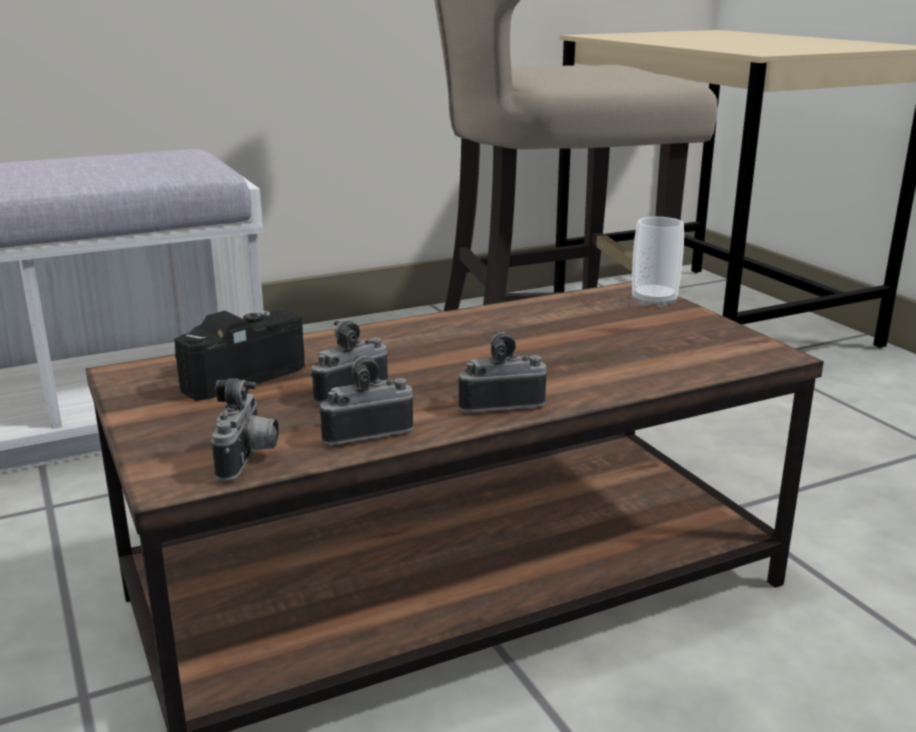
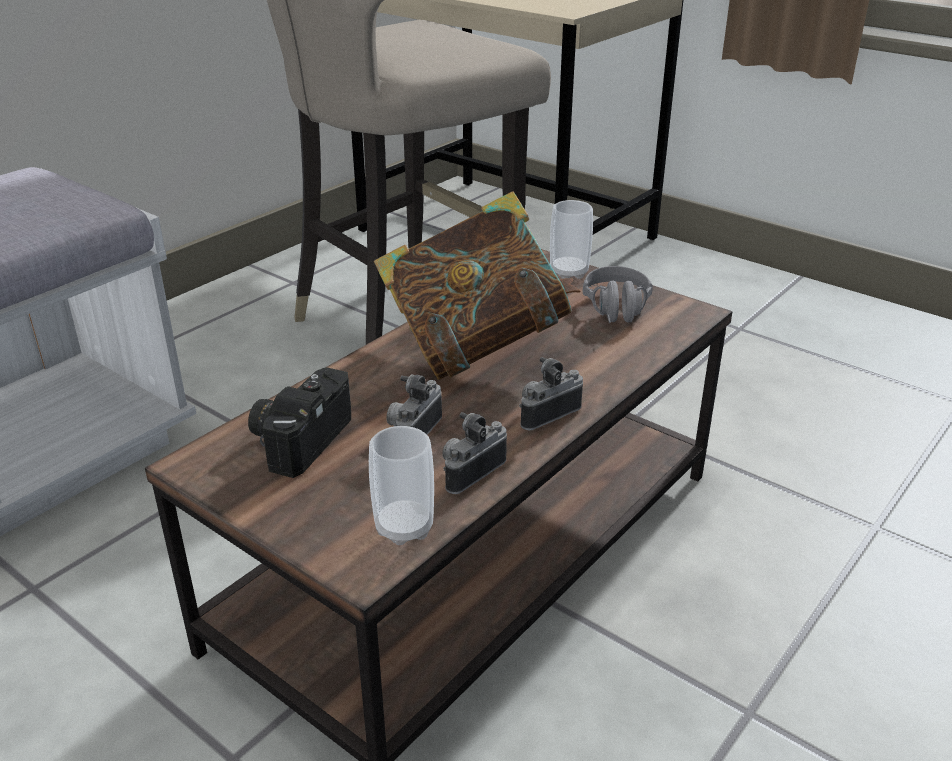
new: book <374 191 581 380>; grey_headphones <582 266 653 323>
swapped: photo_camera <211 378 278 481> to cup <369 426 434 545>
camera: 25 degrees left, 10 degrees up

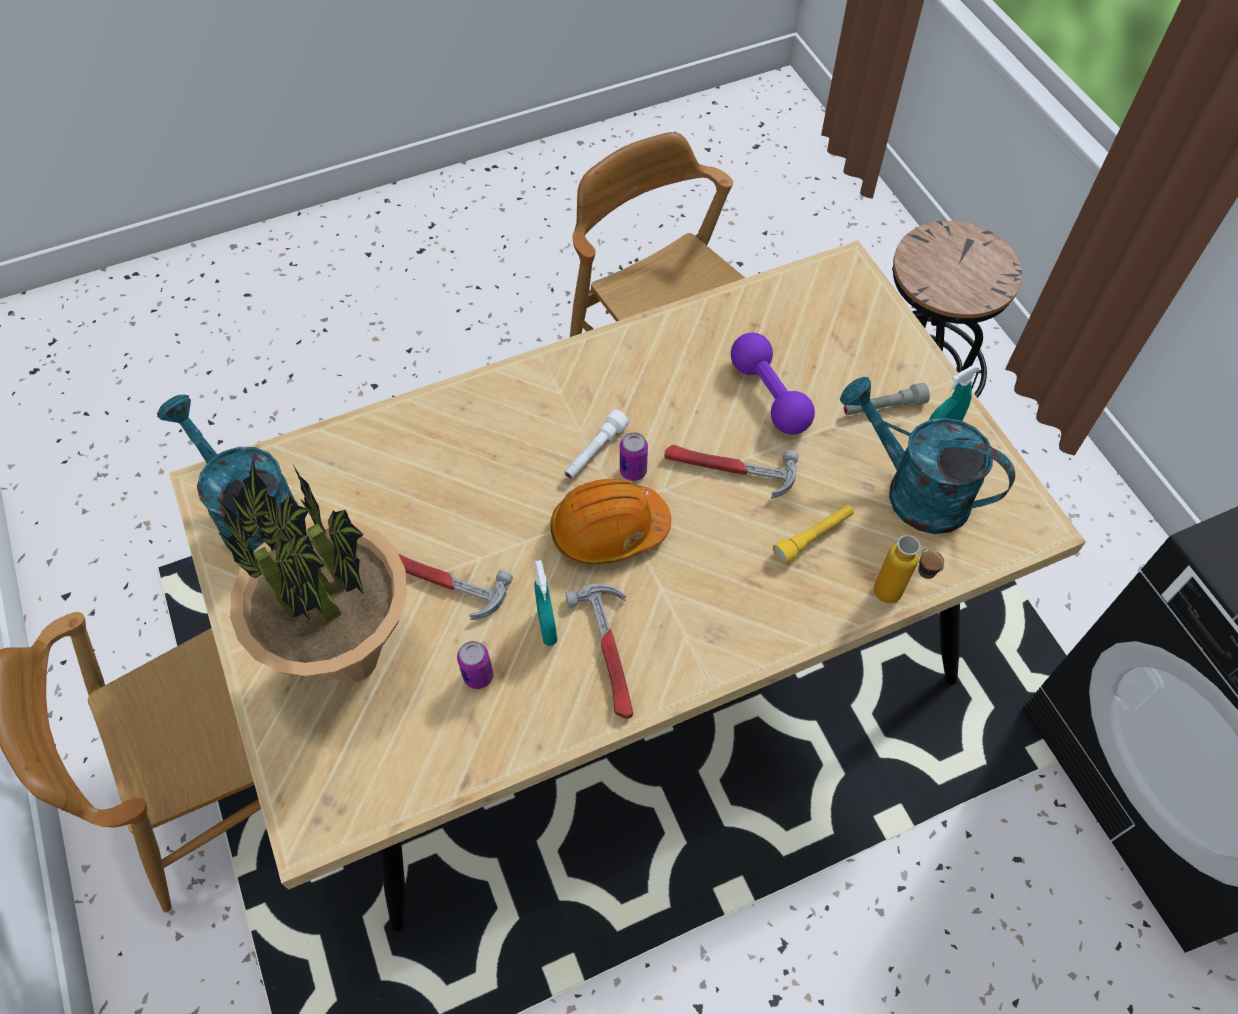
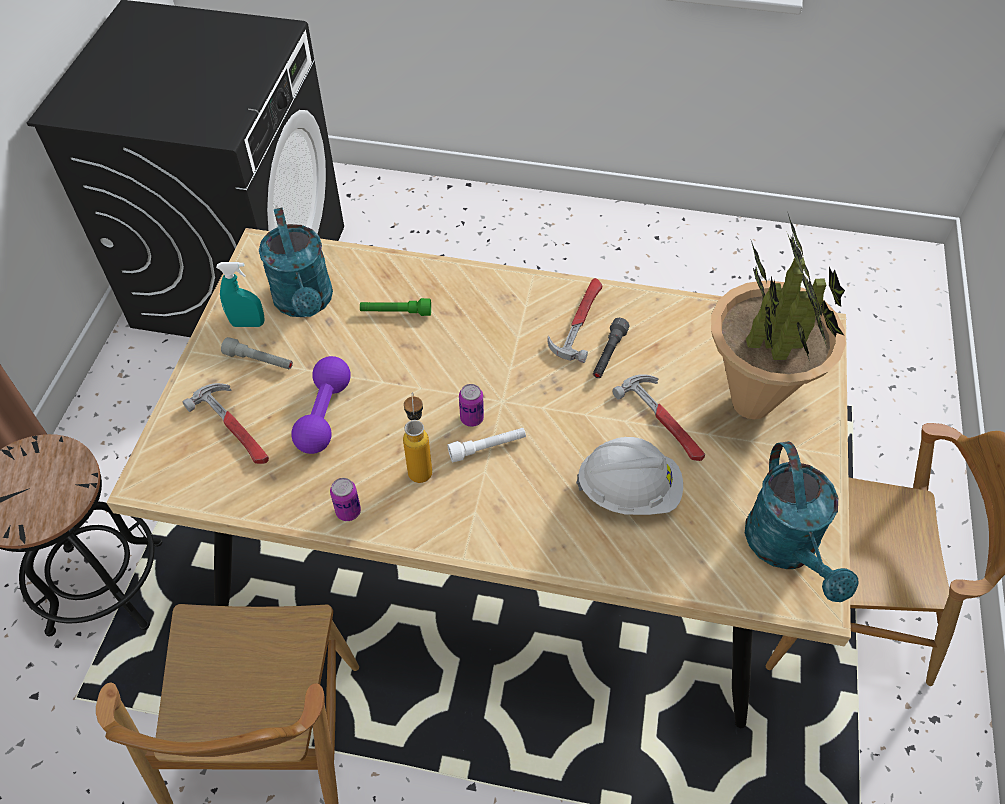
gone: orange_hard_hat <550 479 671 565>
new: white_hard_hat <576 437 683 515>
shifted: hammer <665 445 799 499> to <182 383 269 464>; bottle <874 535 944 603> to <403 392 432 483>; can <457 641 493 689> to <330 478 361 521>
swapped: turquoise_spray_bottle <534 560 558 646> to grey_flashlight <593 318 630 378>
repainted: yellow_flashlight <773 505 854 564> to green_flashlight <360 298 431 316>
camera: 145 degrees left, 5 degrees down

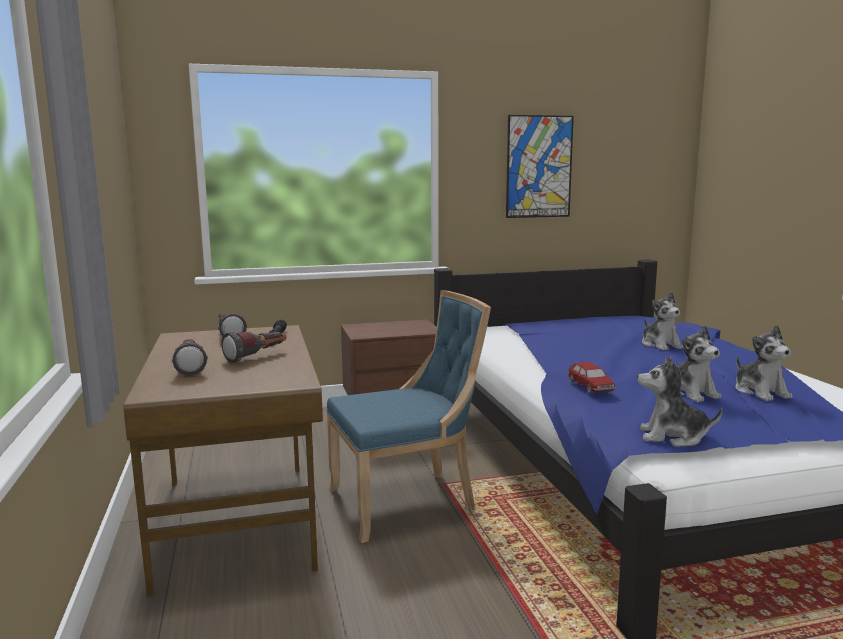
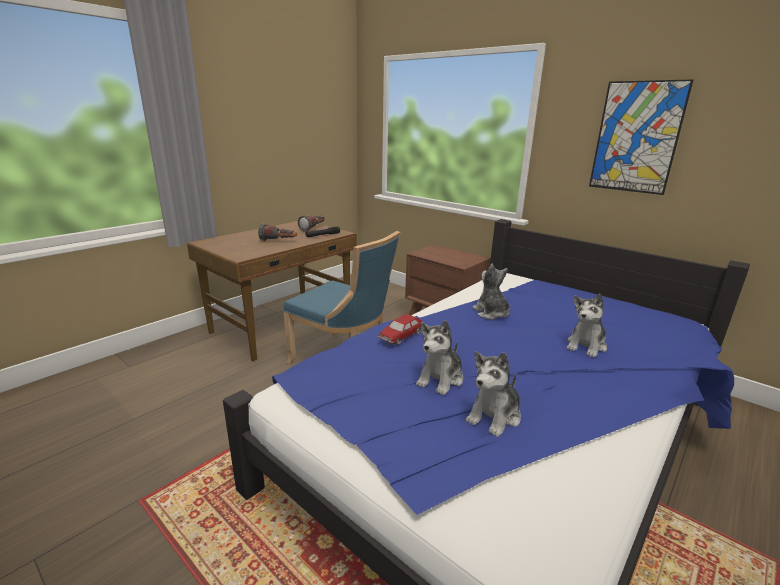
gone: flashlight <172 339 208 376>
shifted: plush_toy <637 356 723 447> to <473 264 510 320>
camera: 55 degrees right, 10 degrees up

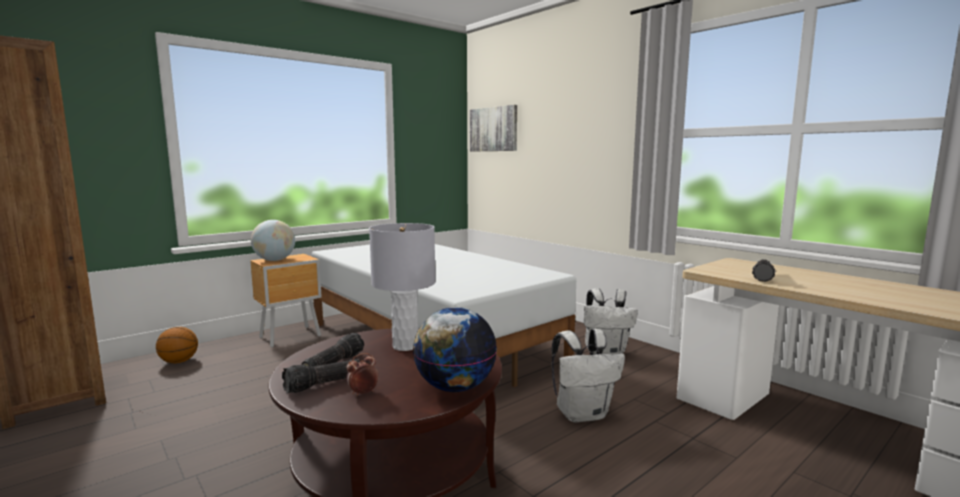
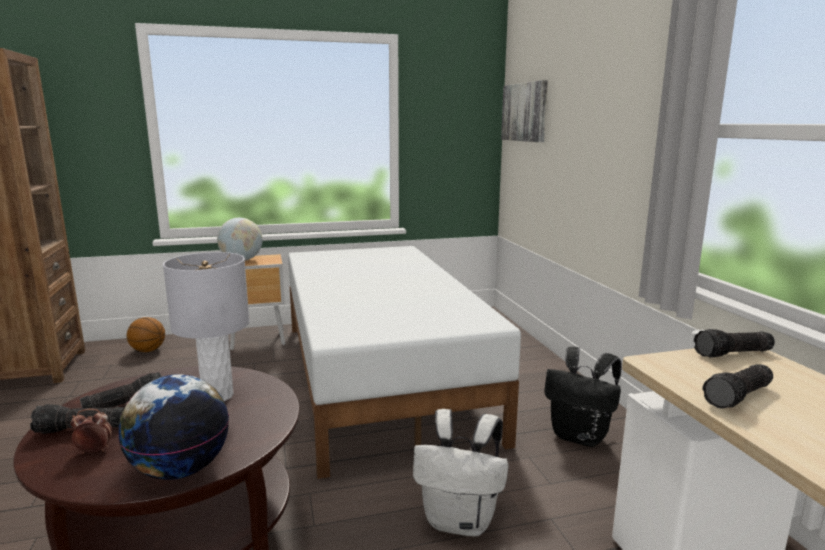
new: flashlight <694 329 775 358>
repainted: white_backpack <584 288 638 355> to black_backpack <544 347 622 447>
camera: 25 degrees right, 5 degrees up

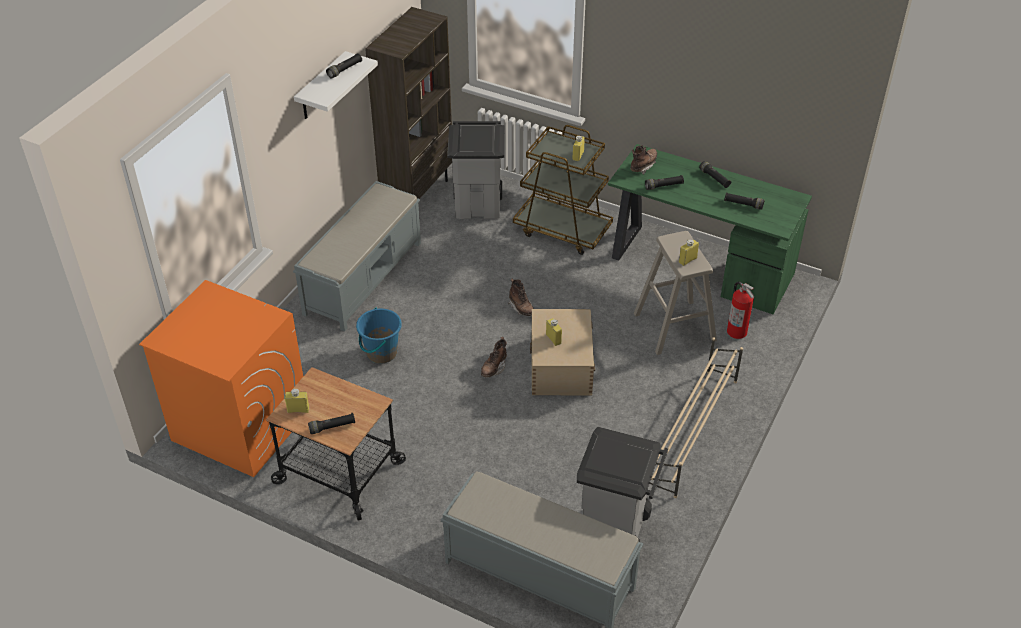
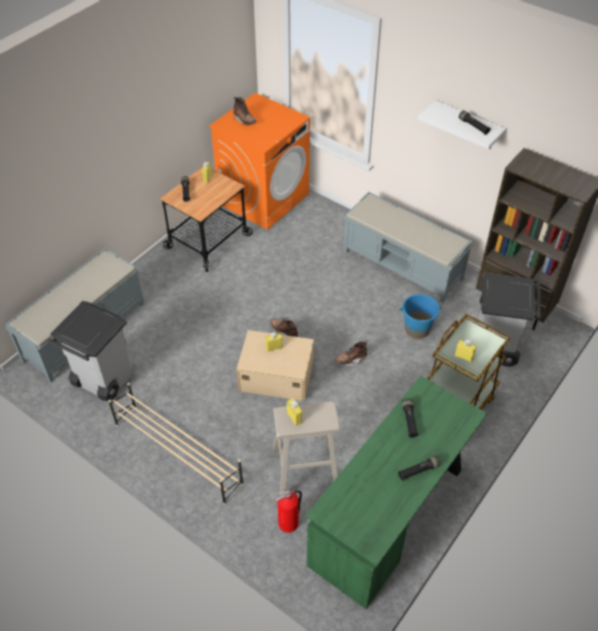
gone: black_flashlight <724 192 765 210>
shifted: brown_boot <630 145 657 174> to <234 97 256 125>; blue_bucket <356 308 402 364> to <399 294 442 339>
camera: 100 degrees right, 5 degrees up

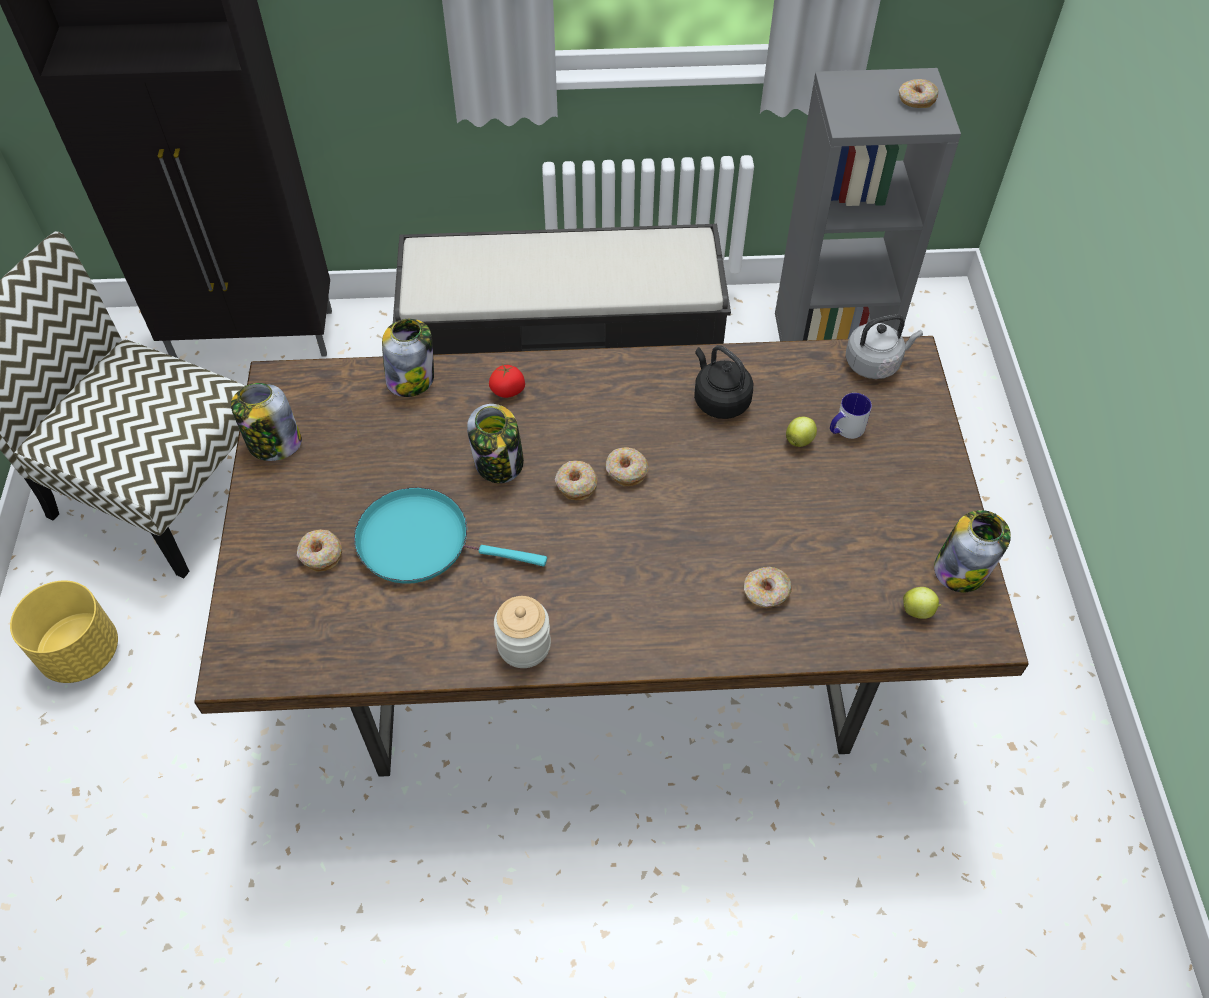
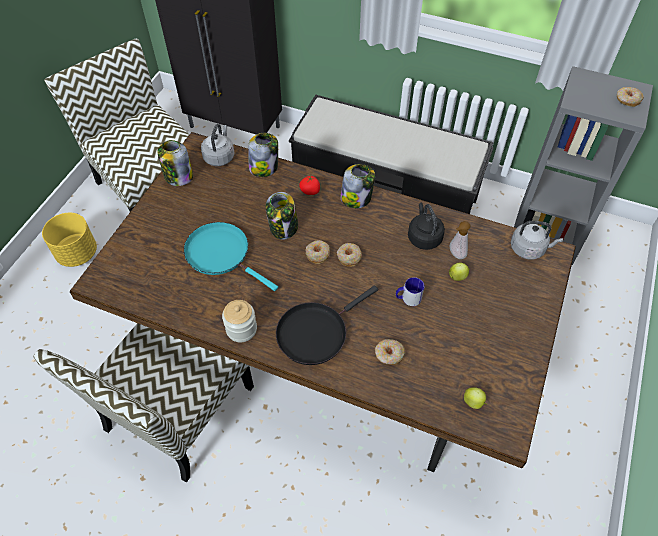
gone: donut <297 529 342 572>
new: grey_kettle <201 124 235 166>; soap_dispenser <450 221 471 259>; black_frying_pan <276 285 378 365>; chair <33 323 254 483>
shifted: mug <830 393 872 439> to <396 277 424 306>; jar <934 510 1011 592> to <340 164 375 208>
camera: 25 degrees right, 0 degrees up

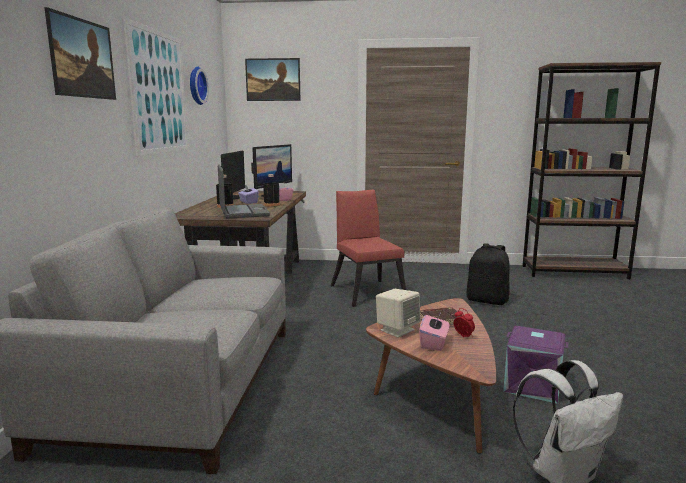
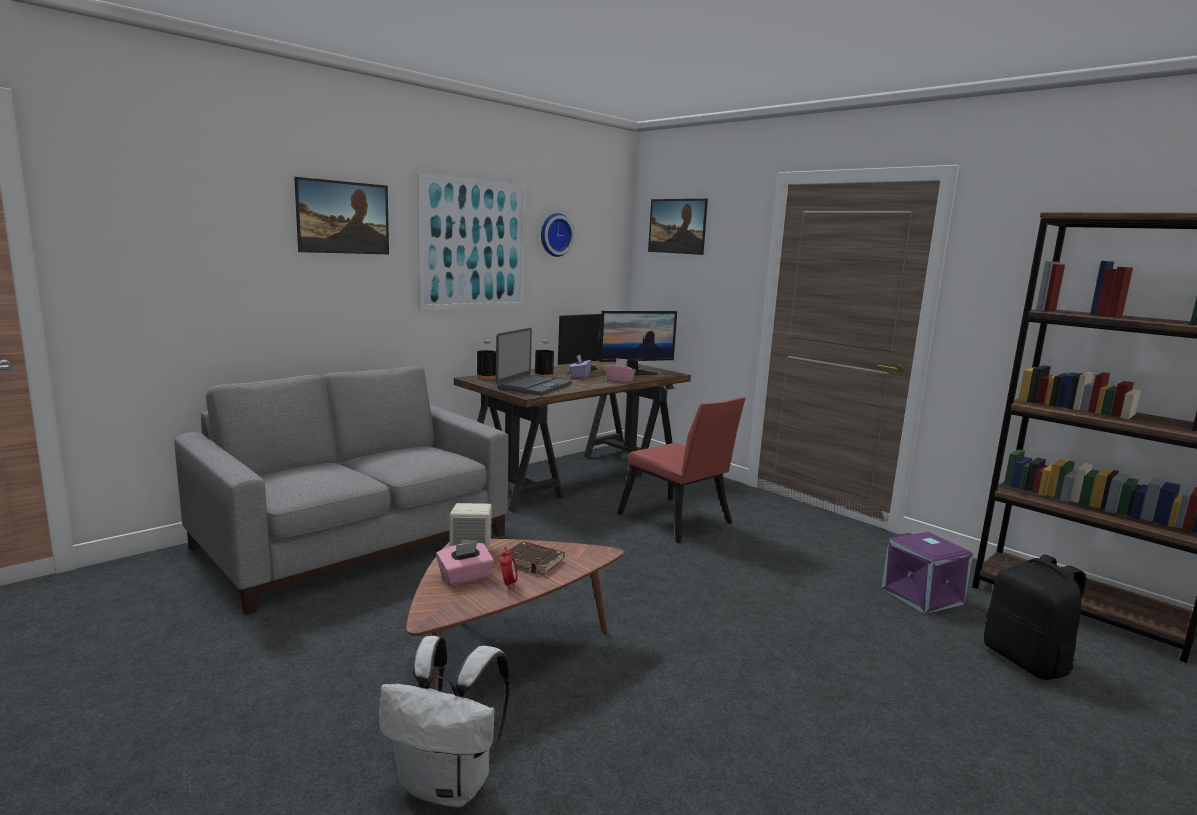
shifted: black_bottle <263 174 280 207> to <477 340 496 380>; black_backpack <467 243 510 305> to <984 555 1086 680>; purple_storage_box <503 326 569 404> to <881 532 973 614>
rotated: red_chair <330 189 406 307> = <617 397 746 543> 120 degrees clockwise
camera: 40 degrees right, 0 degrees up

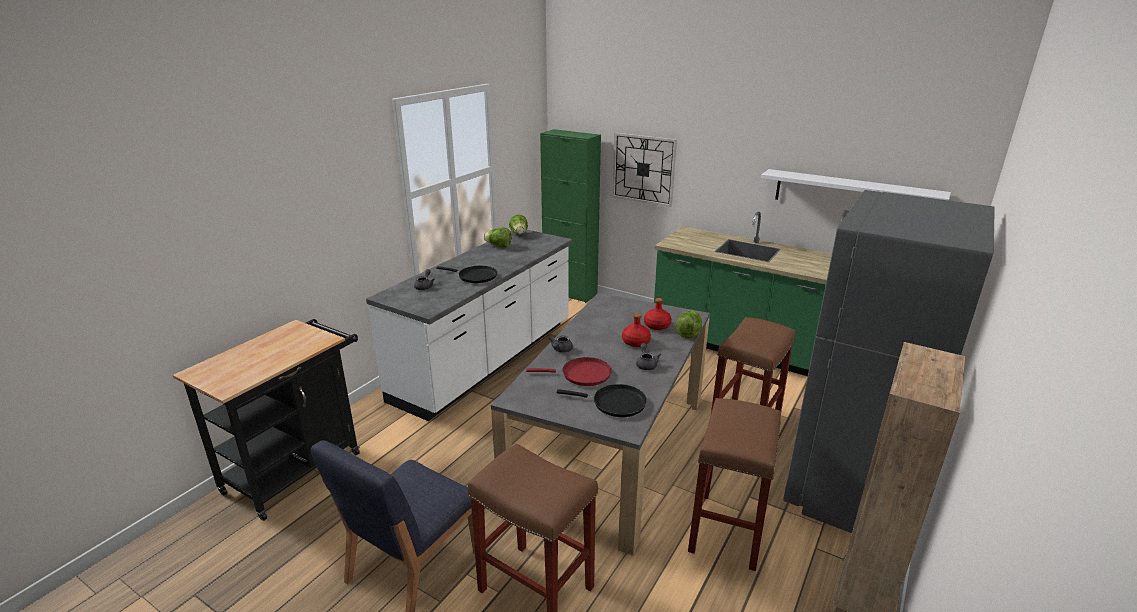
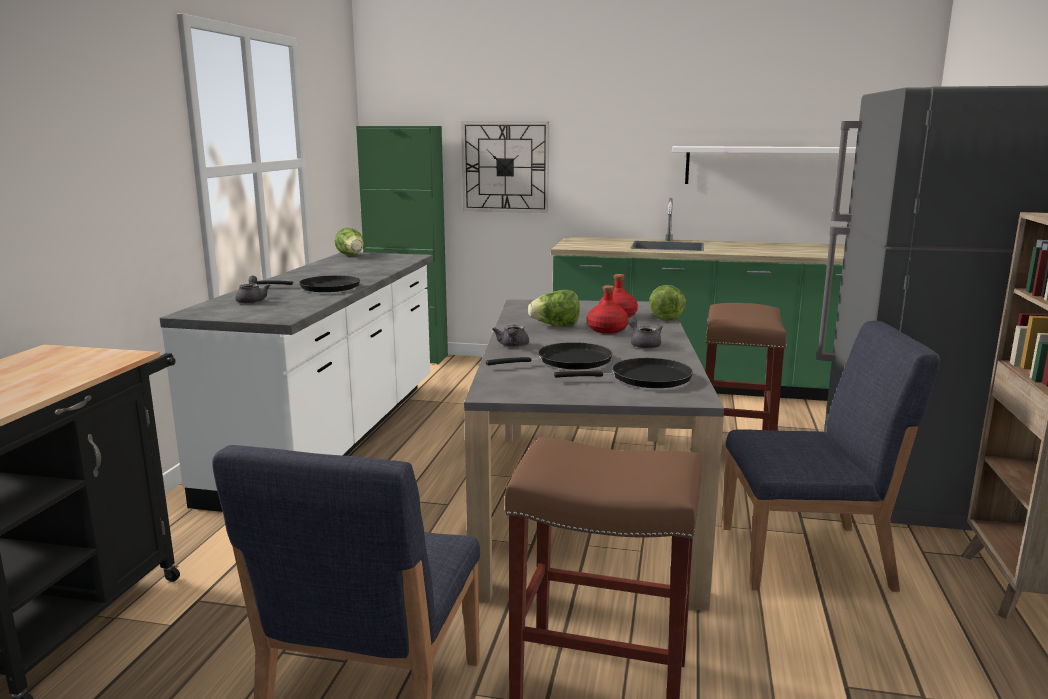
shifted: lettuce <484 228 511 247> to <528 290 580 326>
swapped: brown_stool <688 398 781 571> to blue_chair <722 321 940 592>
repainted: red_frying_pan <526 357 612 386> to black_frying_pan <486 342 613 369>
camera: 20 degrees left, 10 degrees down

